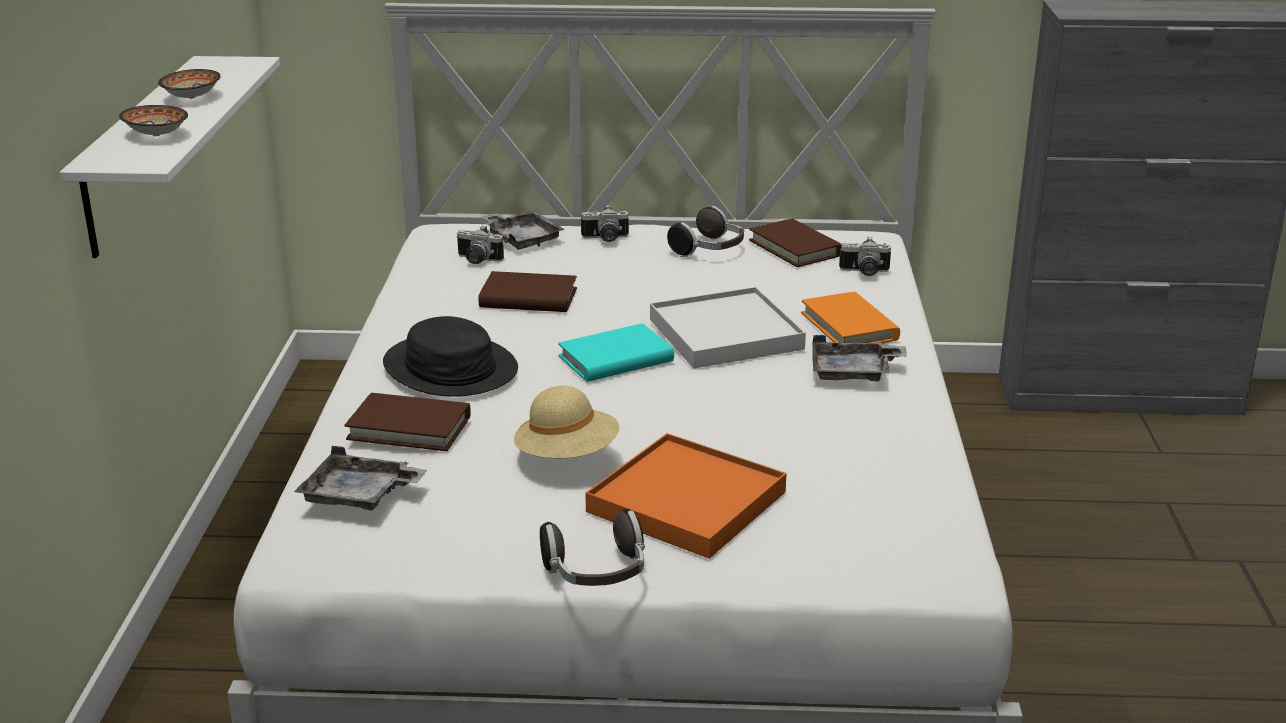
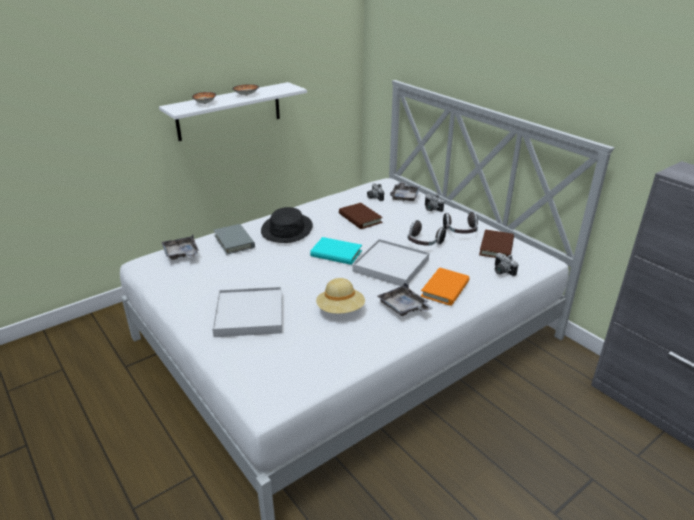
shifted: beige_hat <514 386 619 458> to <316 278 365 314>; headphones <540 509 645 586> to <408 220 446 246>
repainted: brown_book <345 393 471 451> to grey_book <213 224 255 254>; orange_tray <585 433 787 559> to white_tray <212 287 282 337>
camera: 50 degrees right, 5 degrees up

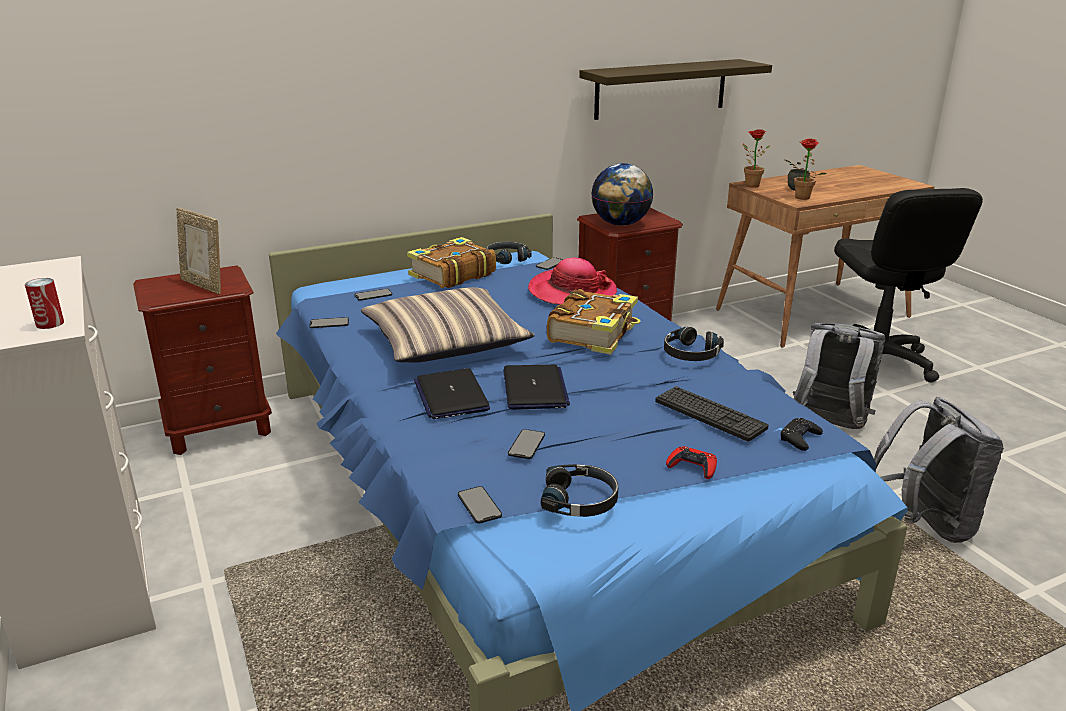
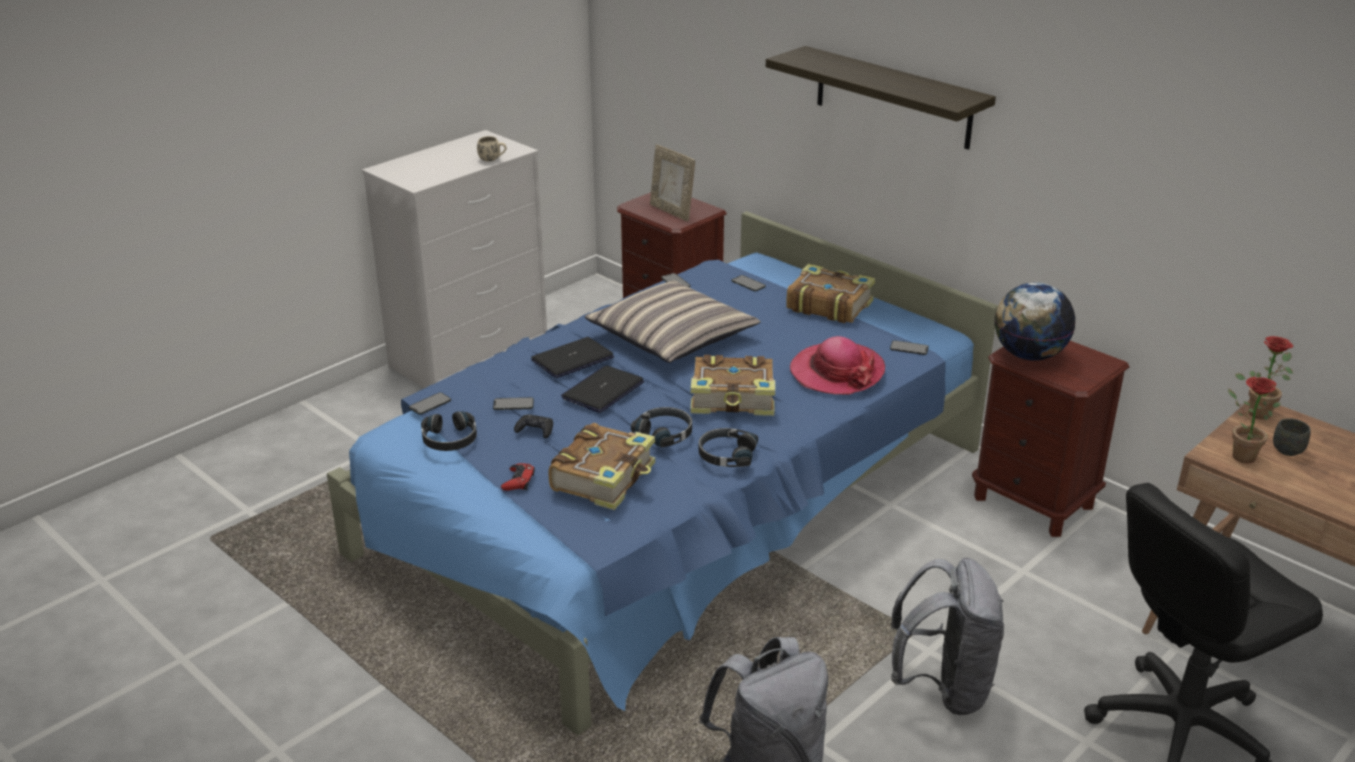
gone: can <25 278 64 329>
new: beige_mug <477 136 507 162>
shifted: shelf <579 59 772 120> to <766 46 996 150>; black_headphones <486 241 531 264> to <631 407 692 448>; black_game_controller <781 418 823 451> to <514 414 553 438>
swapped: keyboard <655 386 769 442> to book <549 423 655 510>
rotated: picture_frame <176 208 221 294> = <650 144 695 221> 60 degrees counterclockwise; laptop <503 365 570 410> = <561 366 644 413> 150 degrees clockwise
camera: 70 degrees right, 5 degrees up

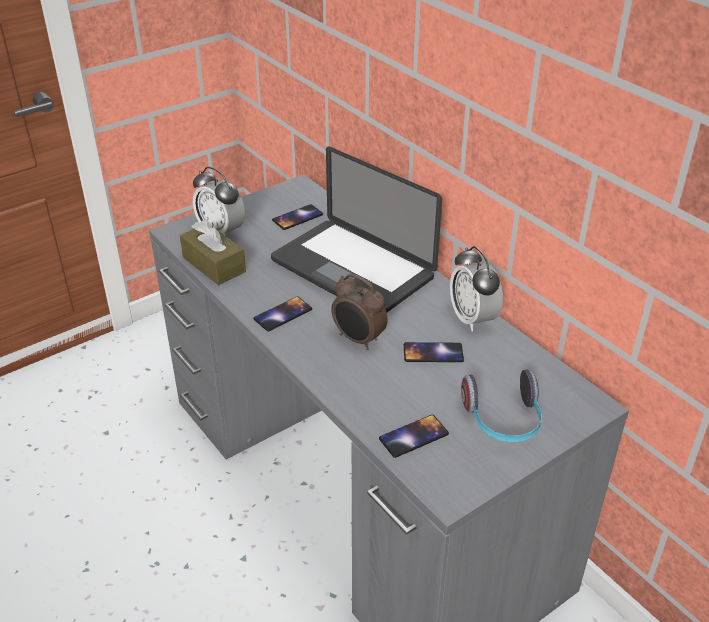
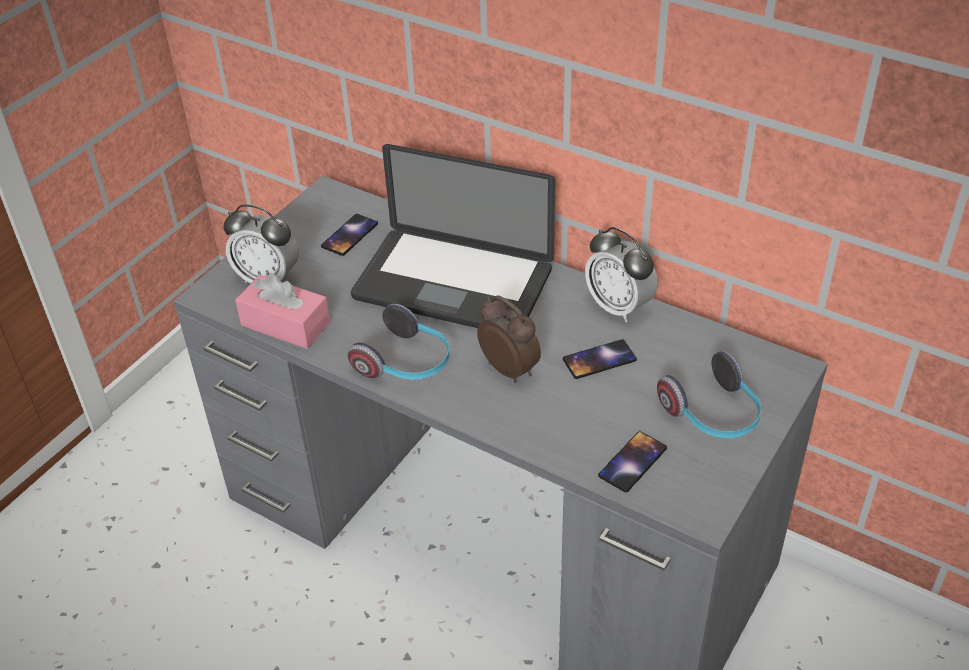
swapped: phone <253 297 312 331> to headphones <347 304 450 380>
repainted: brown_tissue_box <180 219 246 285> to pink_tissue_box <235 274 330 349>
rotated: alarm_clock <331 273 388 350> = <477 295 541 383> 150 degrees counterclockwise
camera: 20 degrees left, 5 degrees up

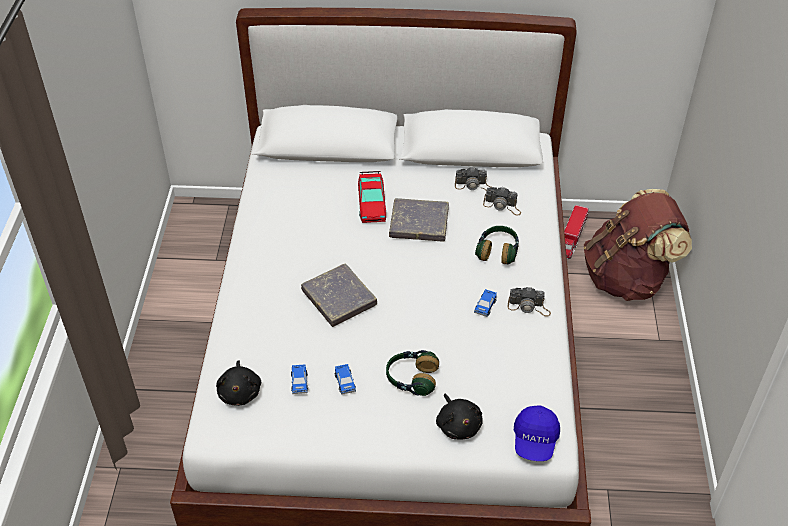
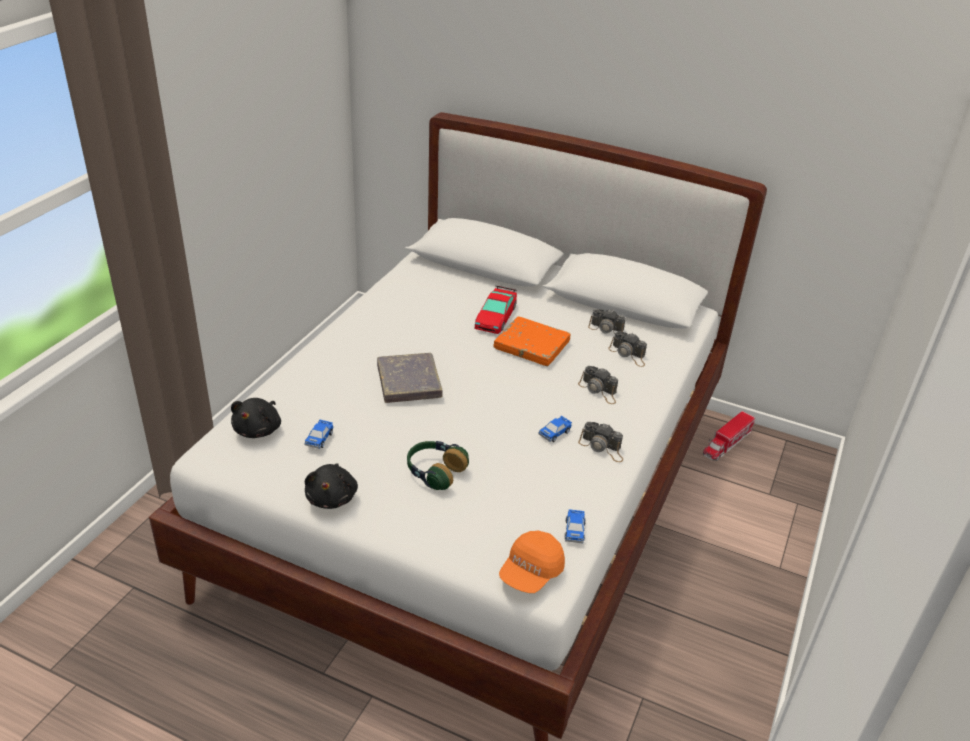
gone: brown_backpack <584 189 692 301>
shifted: toy_car <335 364 356 395> to <564 509 586 543>; black_plush_toy <436 394 483 440> to <305 463 358 509>
swapped: headphones <475 226 519 265> to photo_camera <578 366 618 404>
repainted: grey_book <389 198 449 242> to orange_book <493 316 571 366>; blue_cap <514 405 560 461> to orange_cap <499 530 565 593>
camera: 20 degrees right, 10 degrees down

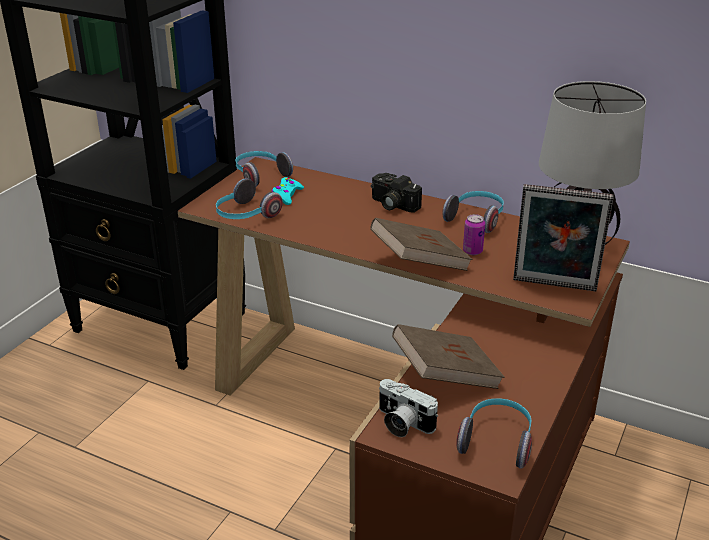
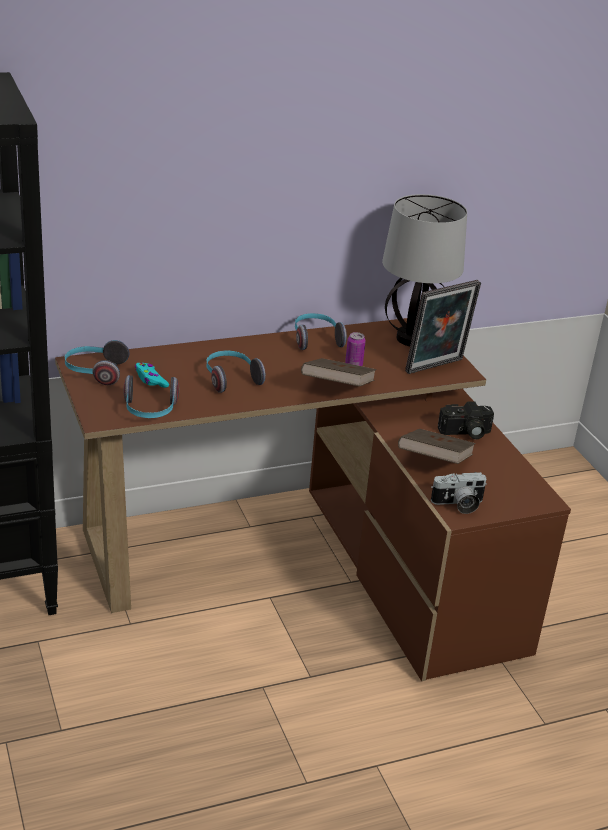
shifted: photo_camera <371 173 422 213> to <438 401 494 439>; headphones <456 398 532 468> to <206 351 266 393>
camera: 50 degrees left, 0 degrees up

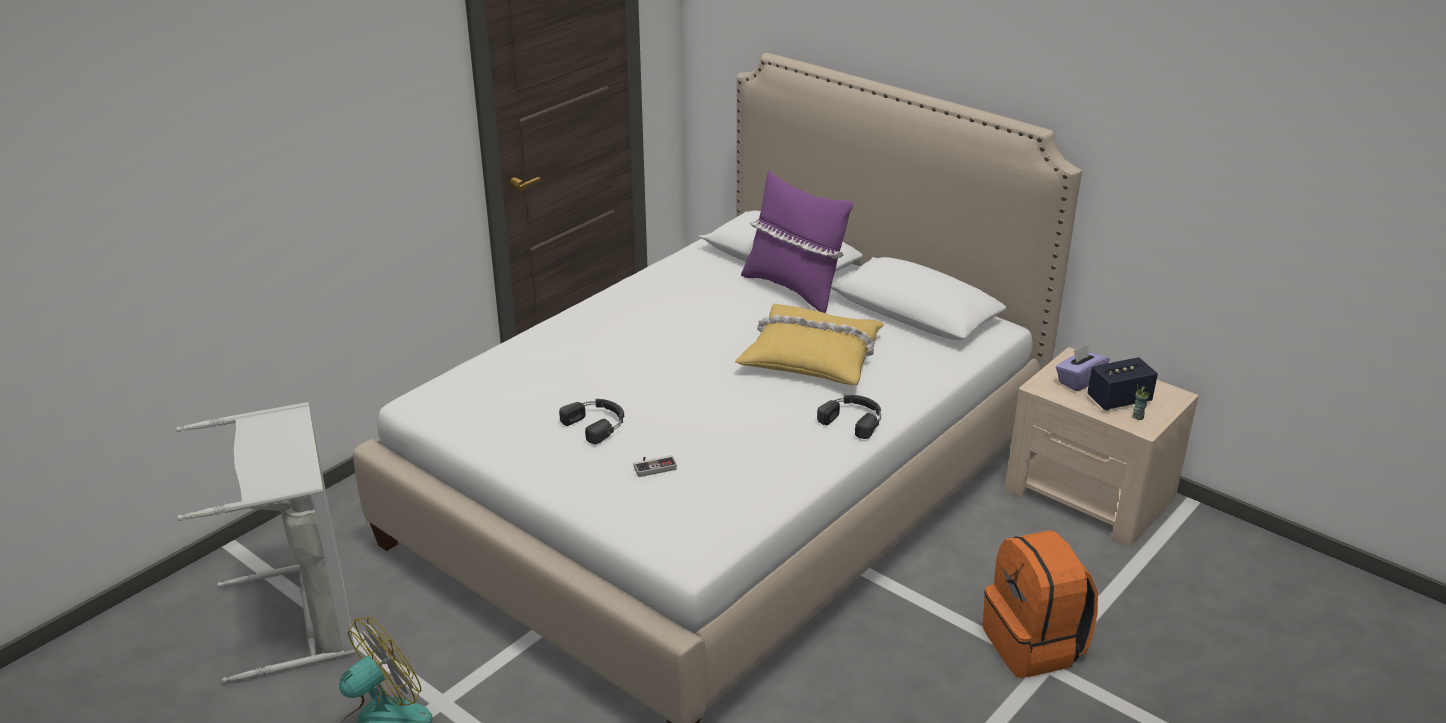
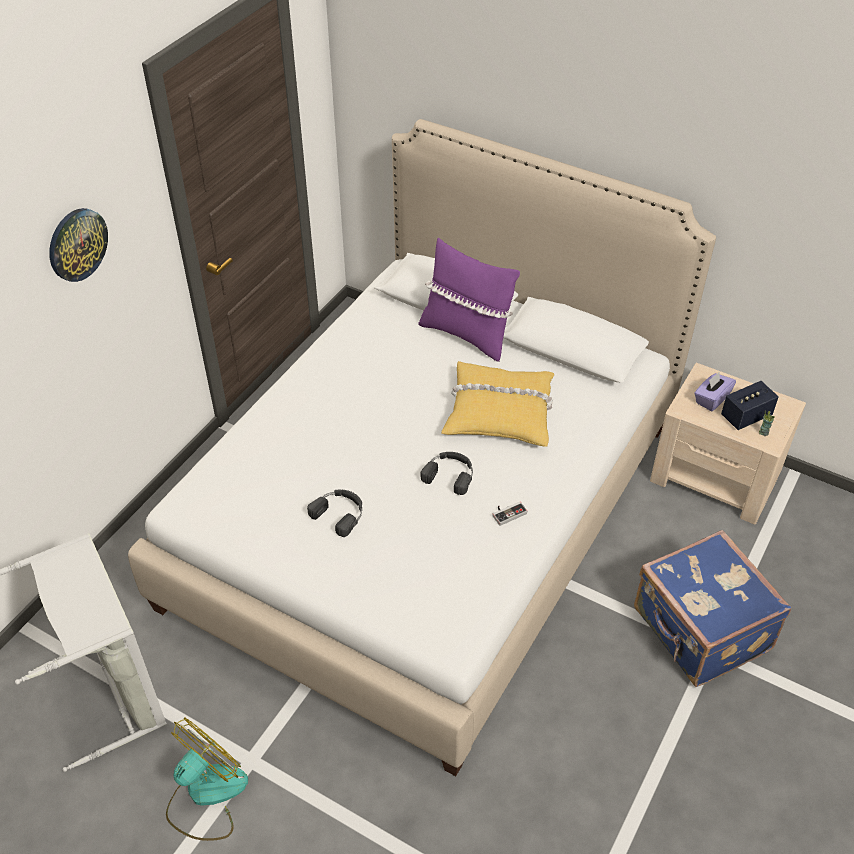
new: wall_clock <49 208 108 282>
shifted: black_headphones <817 395 881 439> to <421 452 473 495>; game_controller <633 455 677 477> to <492 502 527 526>
swapped: orange_backpack <983 530 1098 678> to blue_suitcase <634 530 791 687>
camera: 10 degrees left, 15 degrees up

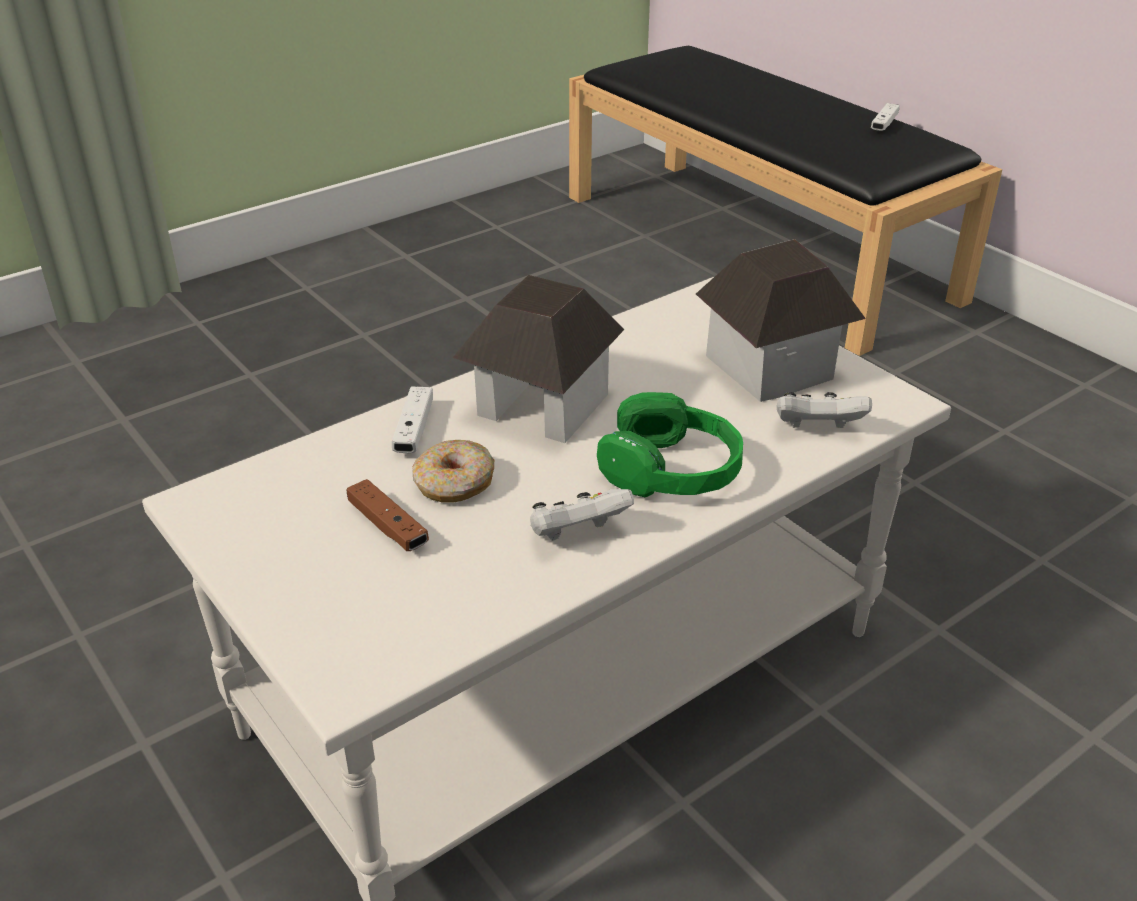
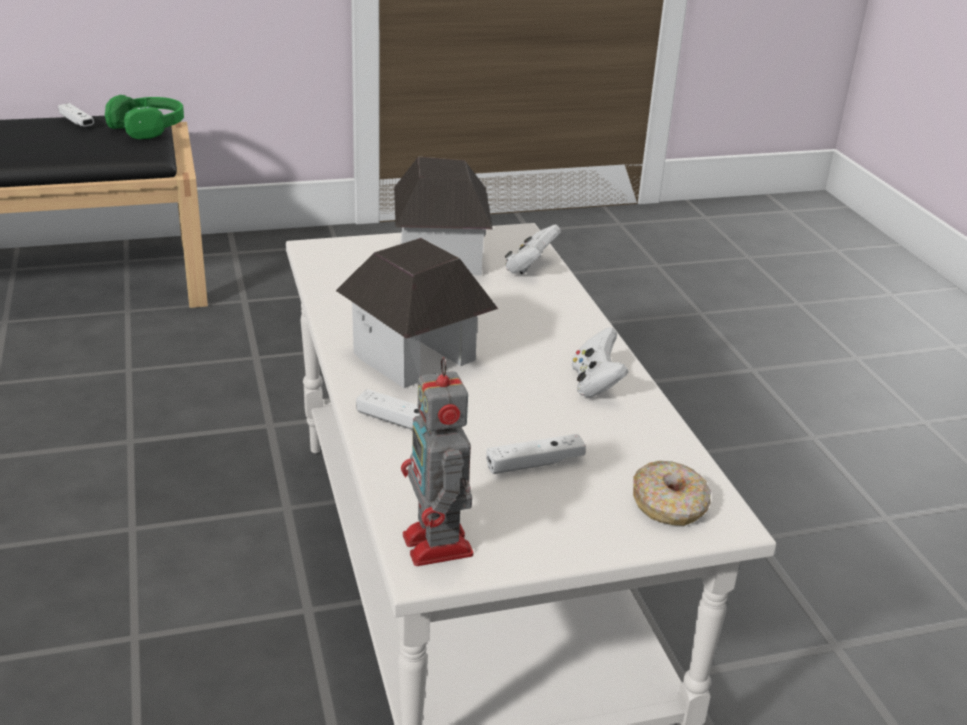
new: toy_robot <401 357 473 566>
shifted: green_headphones <597 392 743 497> to <105 95 184 139>; donut <412 440 494 503> to <633 461 711 526>
repainted: brown_game_controller <346 479 429 551> to white_game_controller <486 434 586 474>
camera: 70 degrees left, 5 degrees down

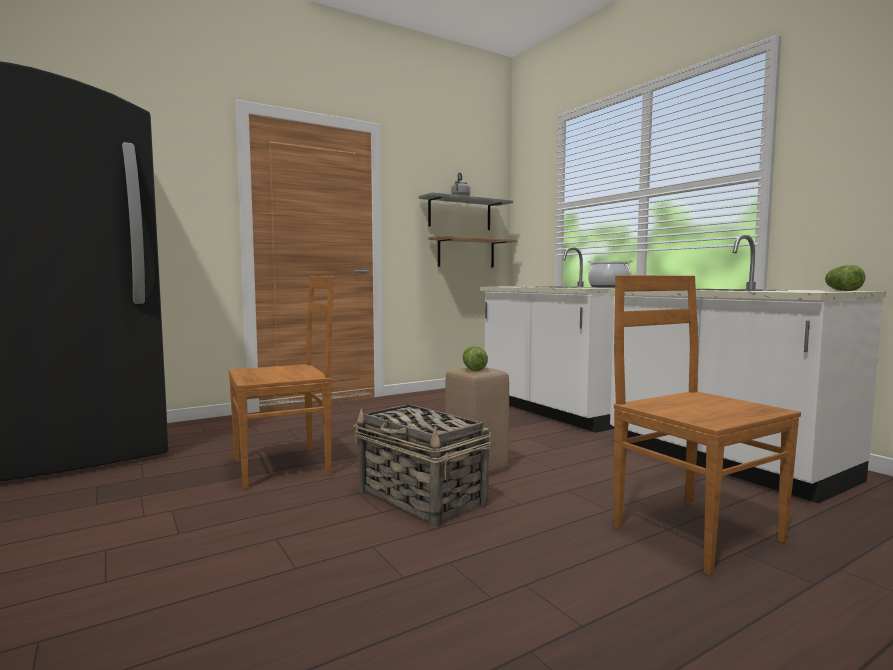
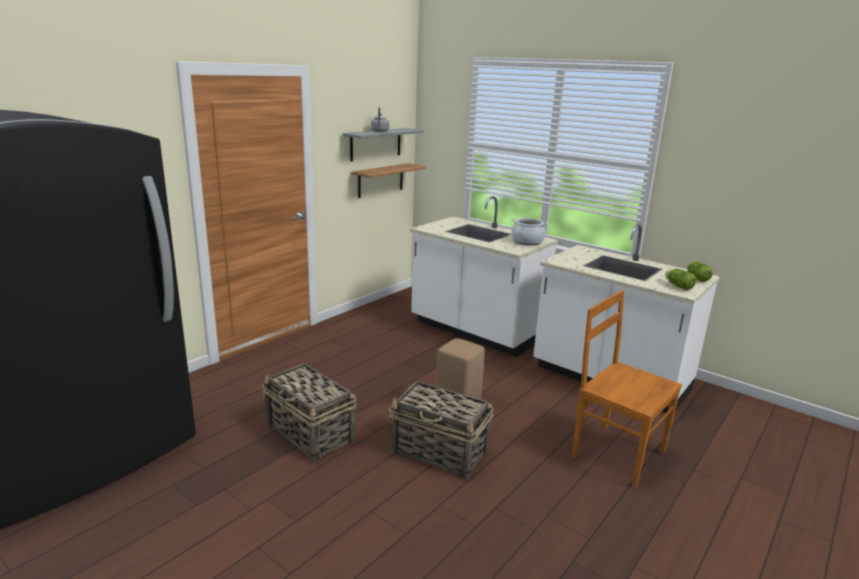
shifted: lettuce <463 346 488 371> to <665 269 696 290>
swapped: brown_chair <228 276 334 489> to basket <262 364 356 463>
camera: 20 degrees left, 15 degrees up

